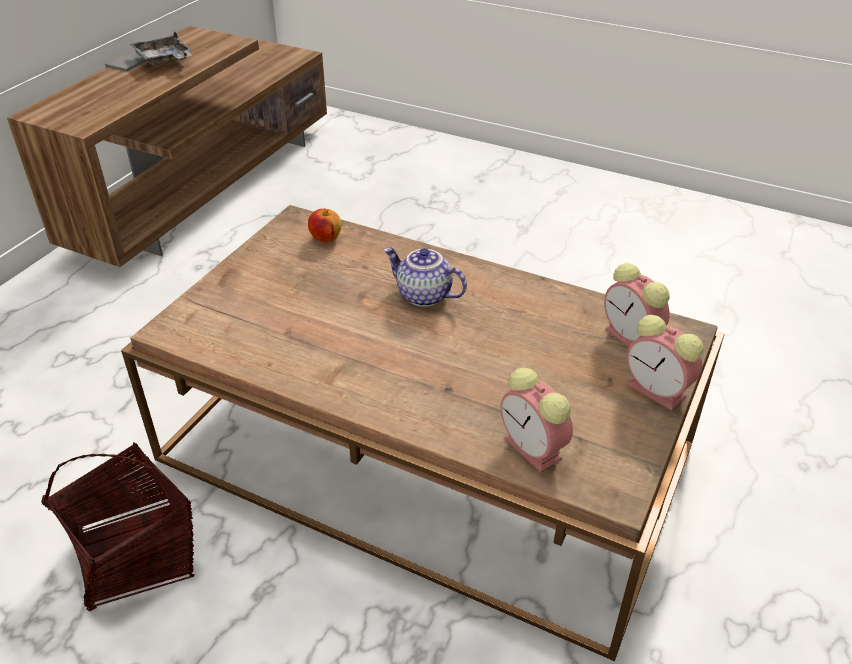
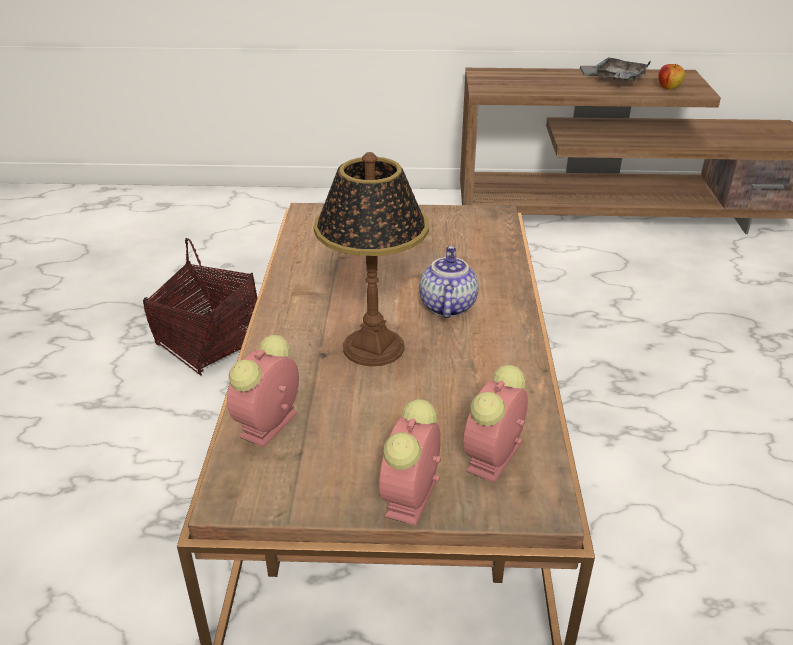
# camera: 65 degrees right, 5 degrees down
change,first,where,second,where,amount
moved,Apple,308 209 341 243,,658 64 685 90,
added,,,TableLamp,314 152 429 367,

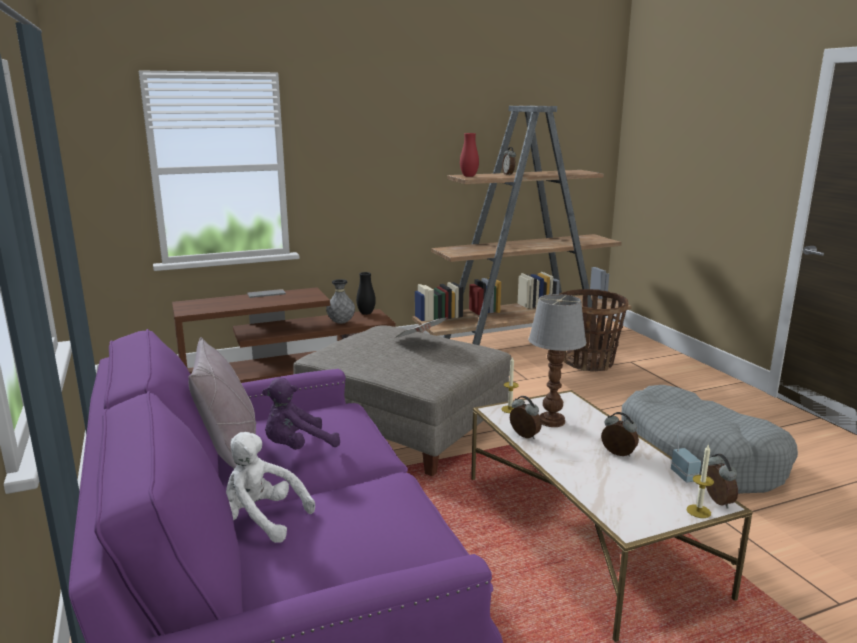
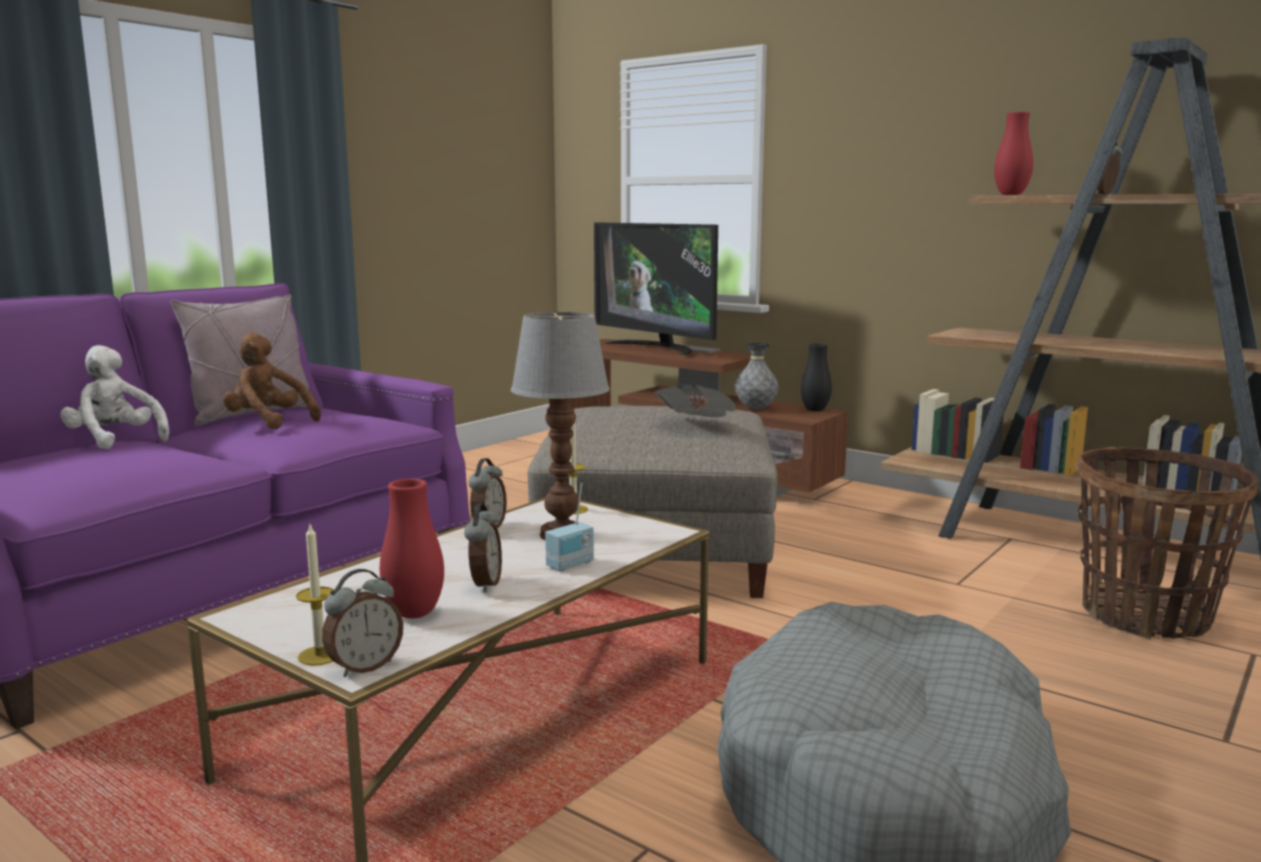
# camera: 60 degrees right, 5 degrees down
change,first,where,second,where,amount
turned,WhiteColouredPlushToy,226 432 315 543,,60 345 169 449,45 degrees counterclockwise
recoloured,PurpleColouredPlushToy,262 378 340 450,BrownColouredPlushToy,223 333 321 429,
moved,Radio,671 426 701 482,,545 483 594 571,
added,,,RedVase,380 479 444 618,
added,,,Tv,594 222 718 356,

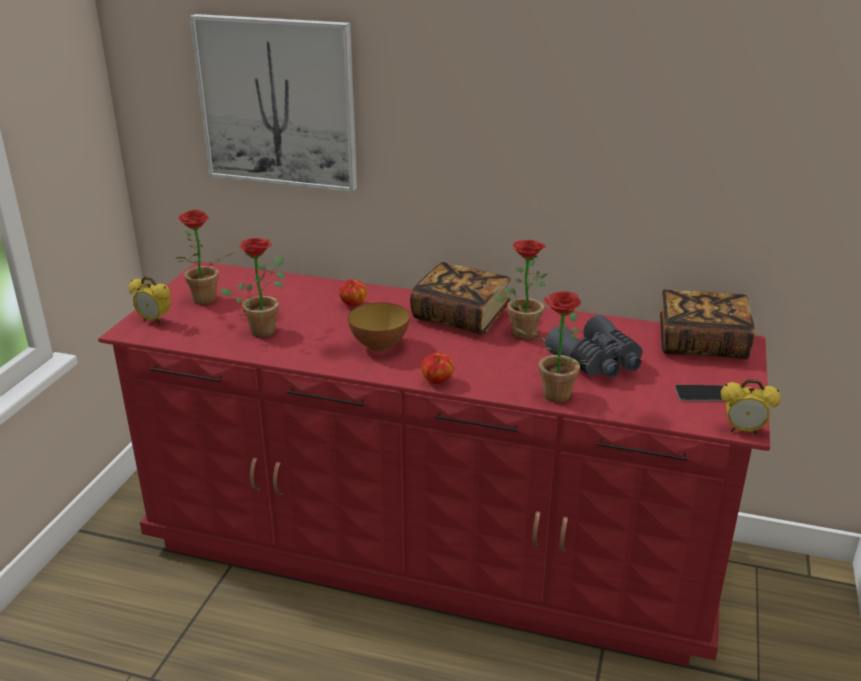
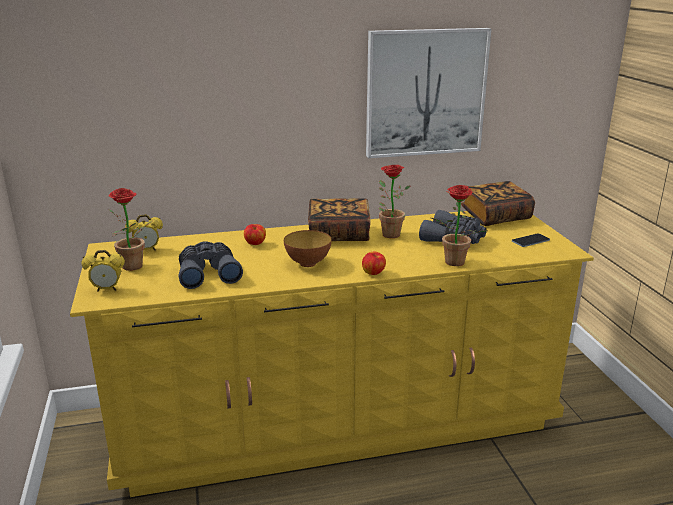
# camera: 30 degrees left, 5 degrees down
change,first,where,second,where,amount
recoloured,RedChestOfDrawers,98 261 770 666,YellowColouredChestOfDrawers,70 211 594 497,
moved,Picture,189 14 357 192,,366 28 491 158,
replaced,PlantInAPot,220 238 286 338,GreyishBinoculars,179 241 243 289,
moved,AlarmClock,721 379 781 435,,125 214 163 251,

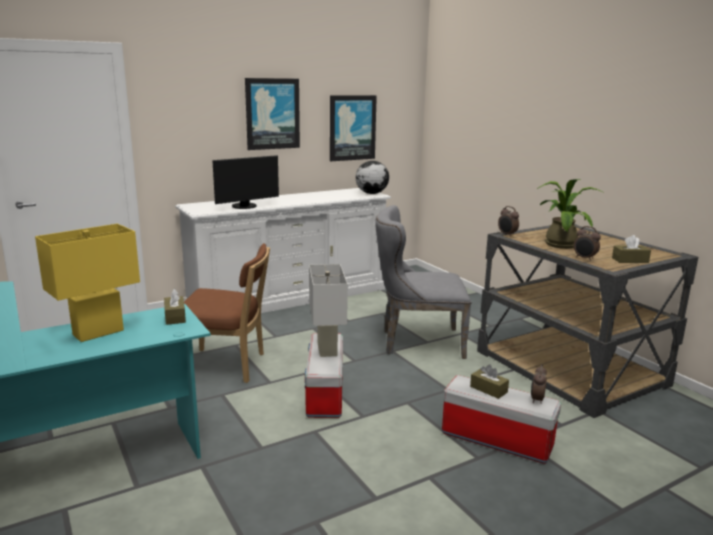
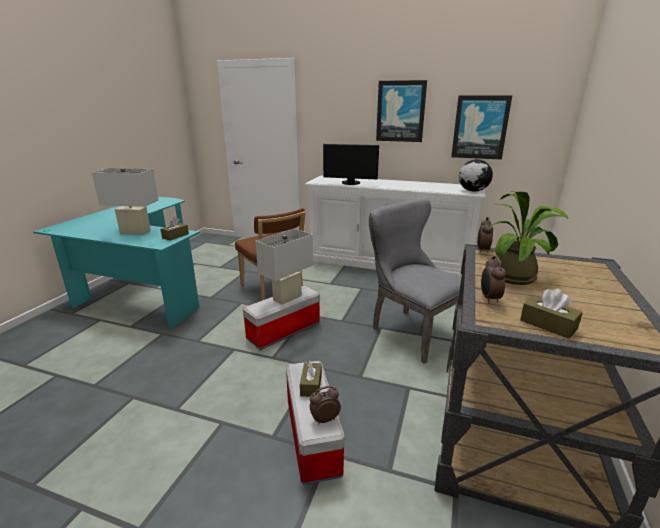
# camera: 50 degrees right, 5 degrees up
change,first,where,second,where,amount
recoloured,YellowColouredTableLamp,35 224 140 342,WhiteColouredTableLamp,92 168 159 235,

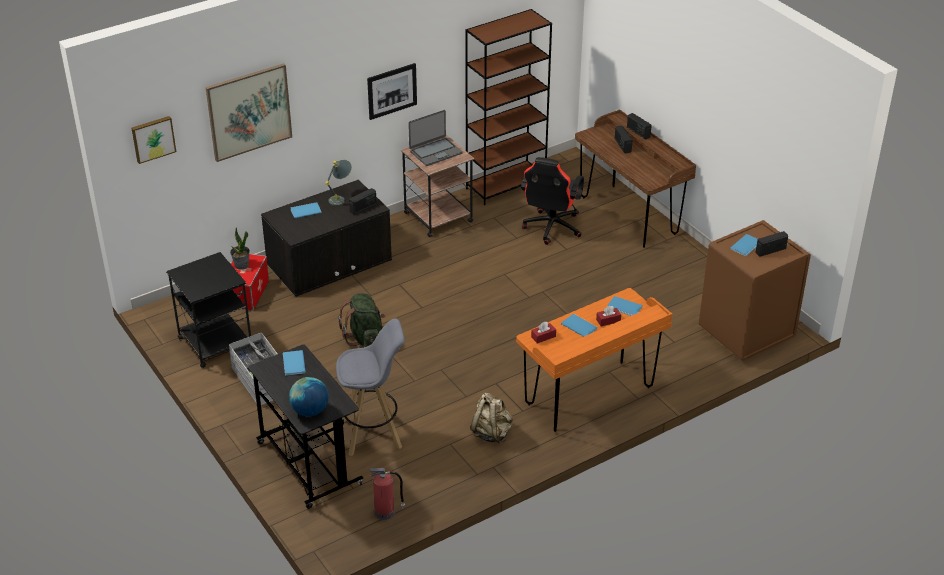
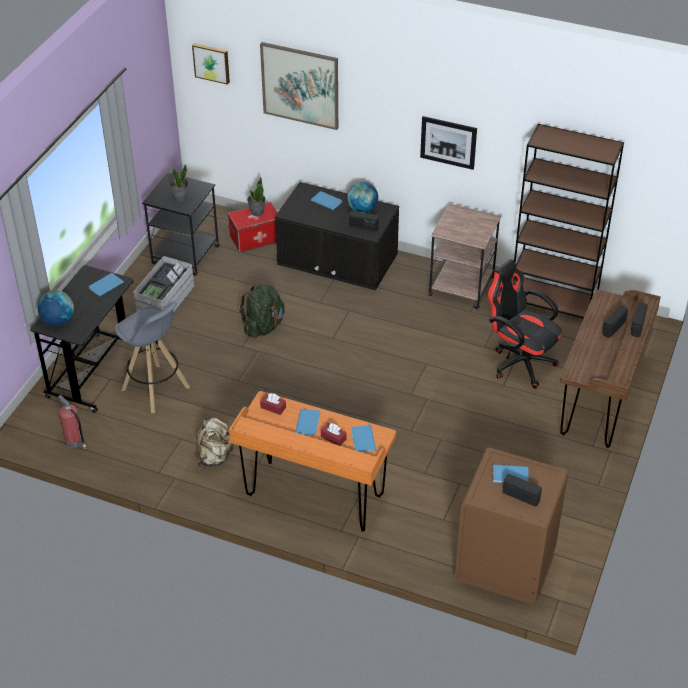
# camera: 55 degrees right, 5 degrees up
change,first,where,second,where,amount
replaced,GreyishTableLamp,325 160 352 206,Globe,347 182 378 213,
removed,NotebookComputer,408 110 462 166,,,
turned,BlackColouredComputerChair,521 157 584 245,,488 259 562 389,60 degrees clockwise
added,,,PlantInAPot,169 164 188 202,

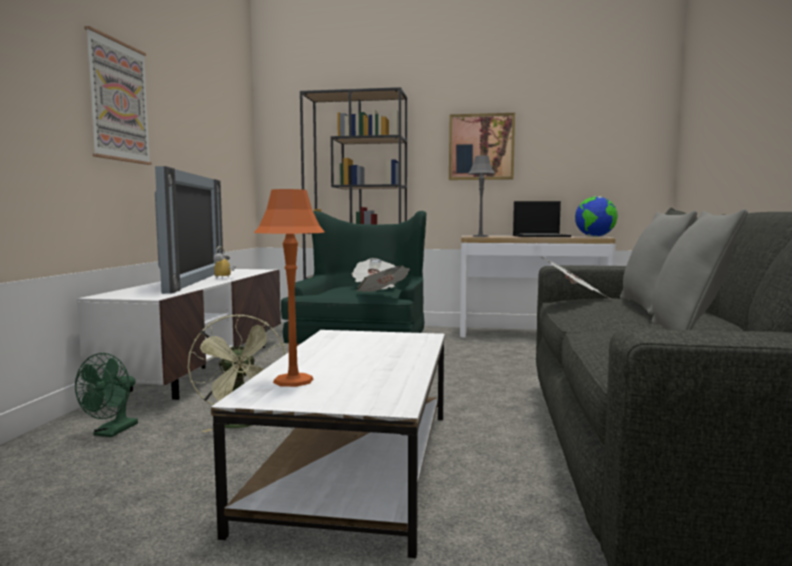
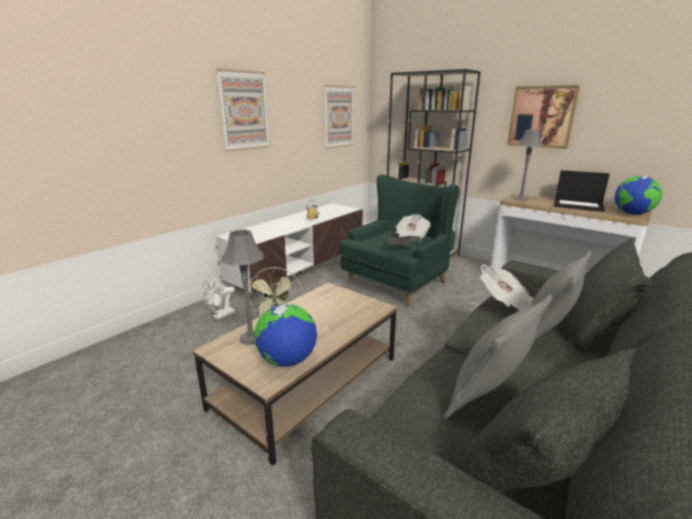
# camera: 30 degrees right, 15 degrees up
change,first,where,second,where,amount
recoloured,GreenColouredFan,75 353 138 437,WhiteColouredFan,202 275 235 320,
removed,Tv,155 166 223 294,,,
recoloured,WhiteColouredCoffeeTable,211 330 445 558,BrownColouredCoffeeTable,193 282 397 466,
recoloured,OrangeTableLamp,254 189 325 387,GreyishTableLamp,221 229 263 345,
added,,,Globe,254 304 317 366,
added,,,Picture,324 85 354 149,

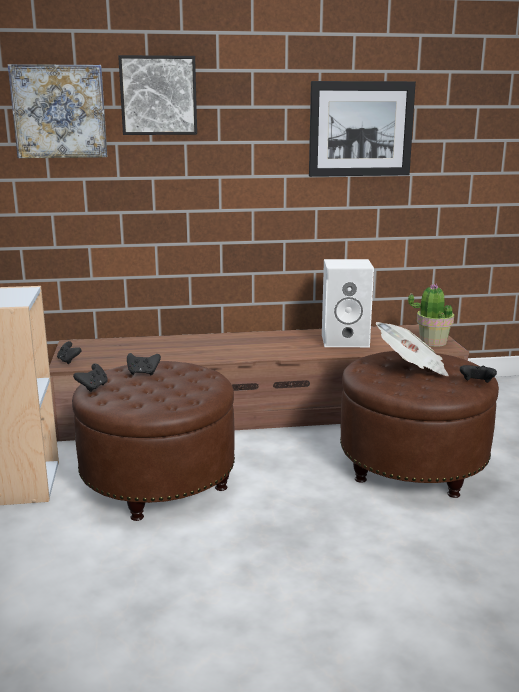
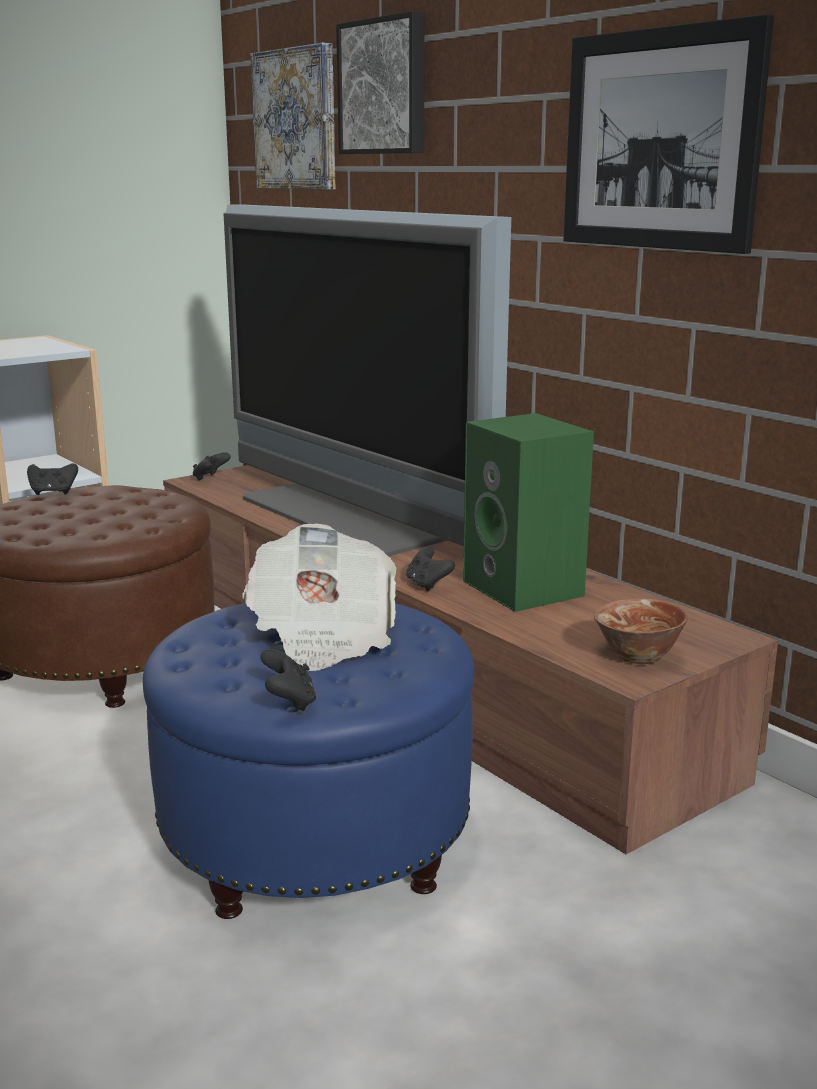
# camera: 60 degrees right, 0 degrees up
change,first,where,second,where,amount
moved,BlackColouredJoypad,127 353 161 375,,406 546 455 591,
recoloured,WhiteColouredAudioSpeaker,322 259 374 347,GreenColouredAudioSpeaker,463 413 594 612,
recoloured,BrownColouredOttoman,340 351 499 498,BlueColouredOttoman,143 603 474 919,
replaced,PlantInAPot,408 284 454 347,Bowl,594 598 688 664,
added,,,Tv,224 204 511 556,

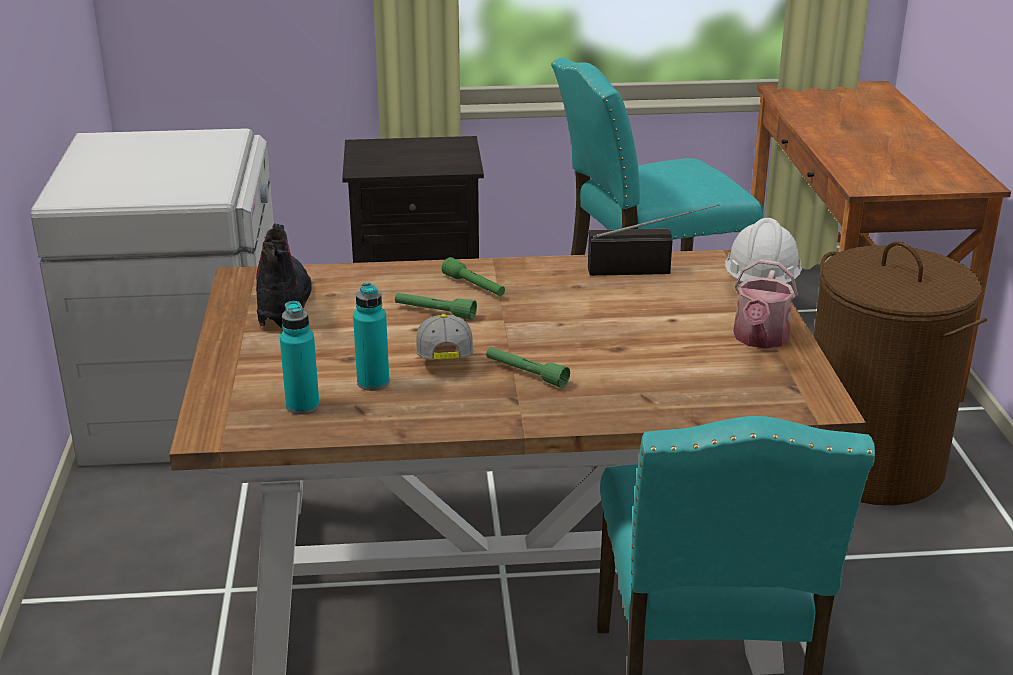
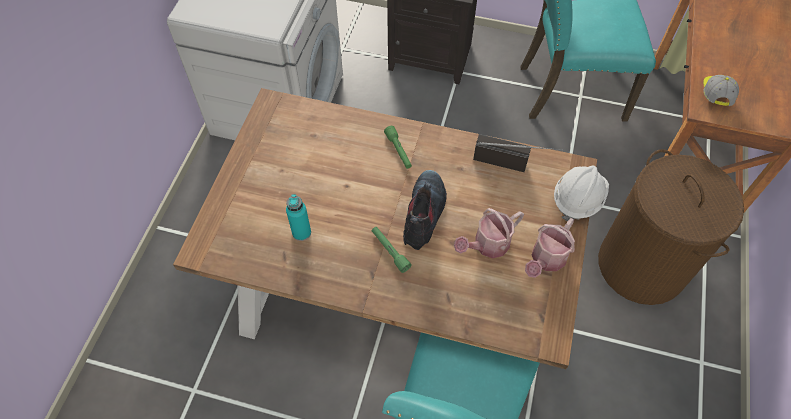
# camera: 20 degrees right, 30 degrees up
change,first,where,second,where,amount
moved,TallBoot,256 224 312 328,,403 170 447 250,
removed,BlueGreenBottle,280 301 319 415,,,
removed,GreenColouredTorch,395 293 477 320,,,
moved,Cap,416 314 473 360,,703 75 739 106,
added,,,WateringPot,454 208 524 258,

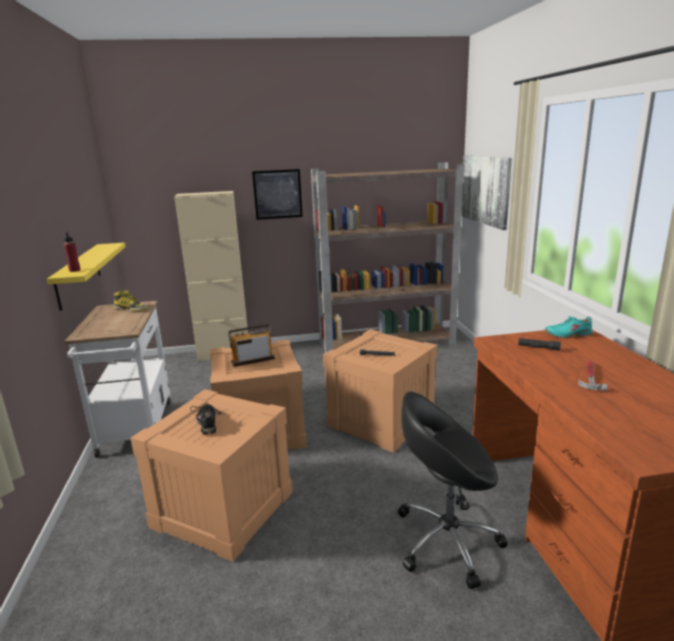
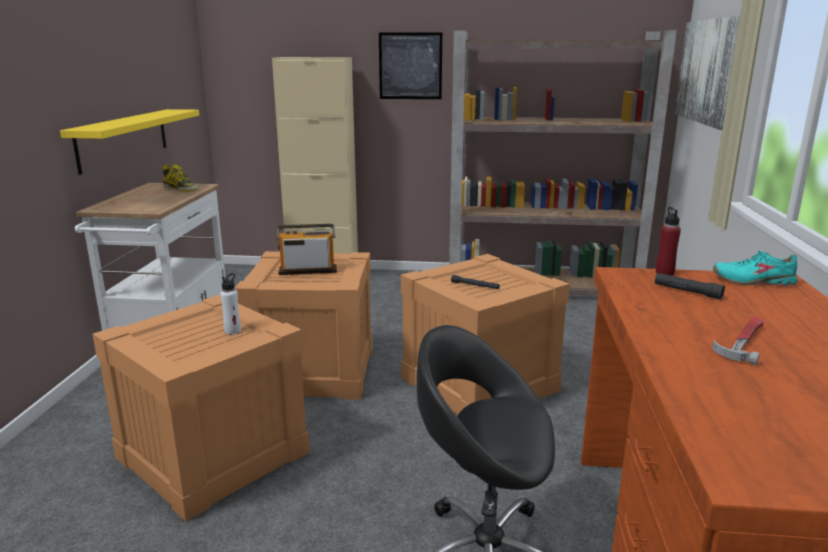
# camera: 15 degrees right, 0 degrees up
change,first,where,second,where,amount
moved,RedBottle,64 232 81 272,,656 207 681 276,
removed,BlackColouredLowShoe,190 404 223 435,,,
added,,,WhiteColouredBottle,220 273 241 335,

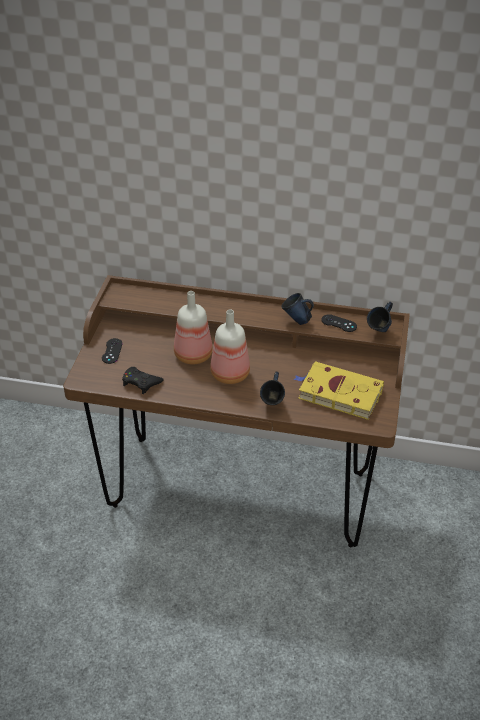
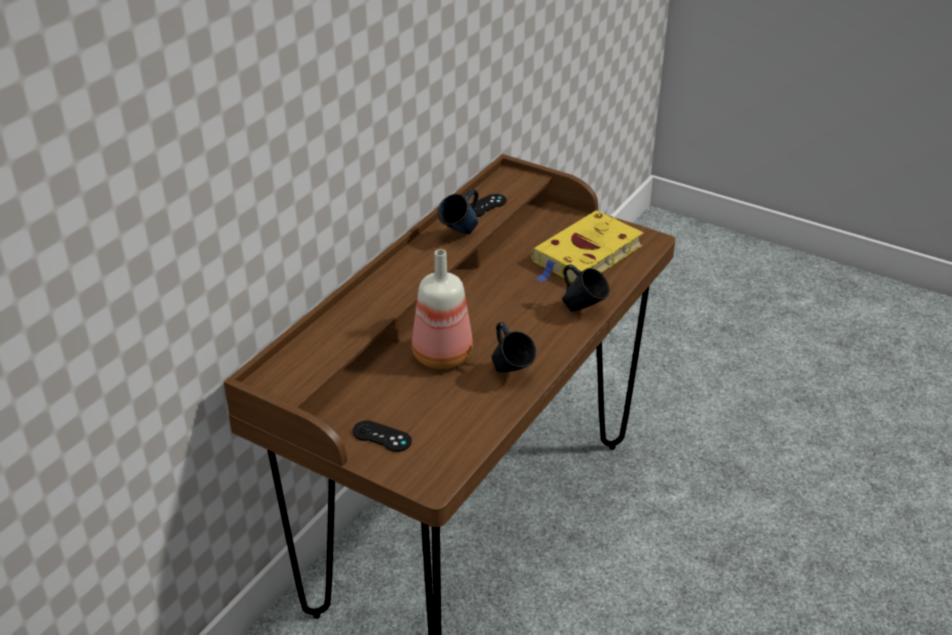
# camera: 70 degrees left, 5 degrees down
change,first,where,second,where,amount
removed,BlackColouredJoypad,122 367 164 394,,,
removed,Bottle,210 309 250 384,,,
moved,BlueColouredMug,367 302 393 332,,491 322 536 372,

